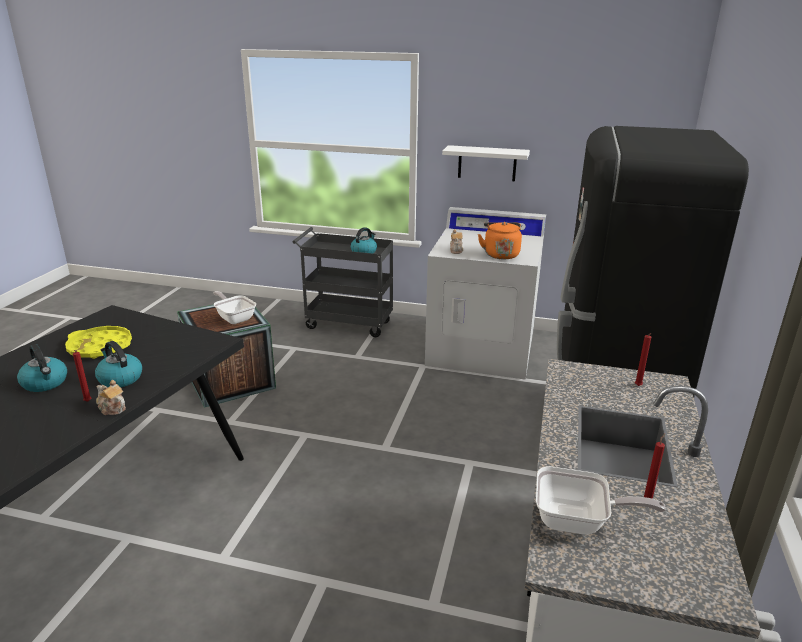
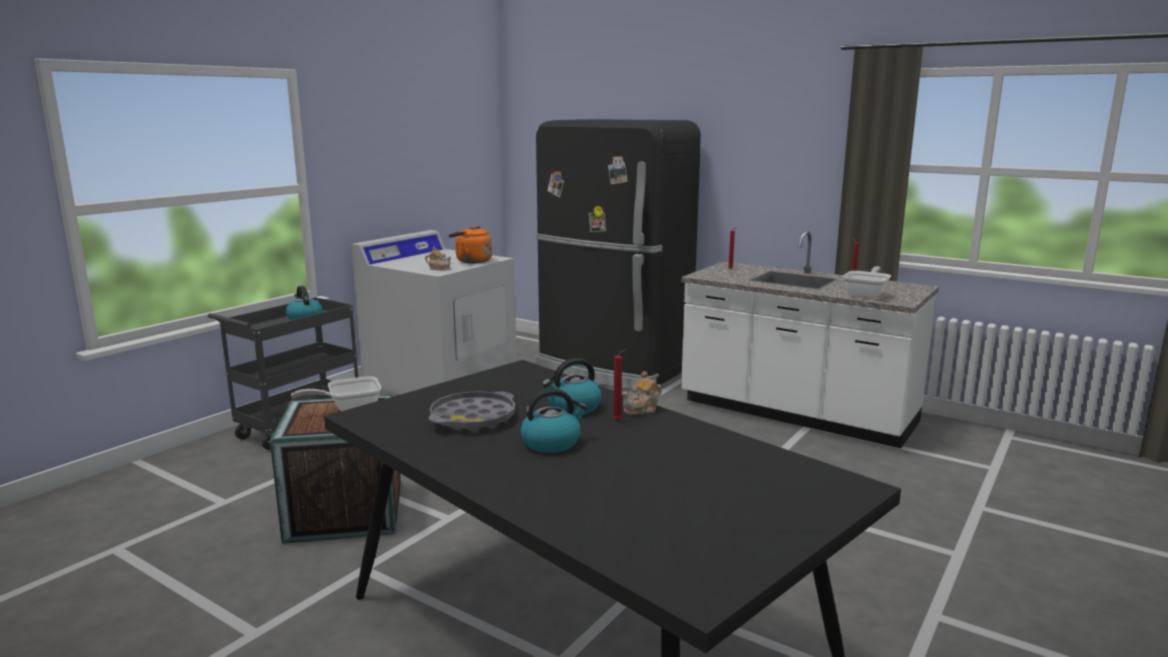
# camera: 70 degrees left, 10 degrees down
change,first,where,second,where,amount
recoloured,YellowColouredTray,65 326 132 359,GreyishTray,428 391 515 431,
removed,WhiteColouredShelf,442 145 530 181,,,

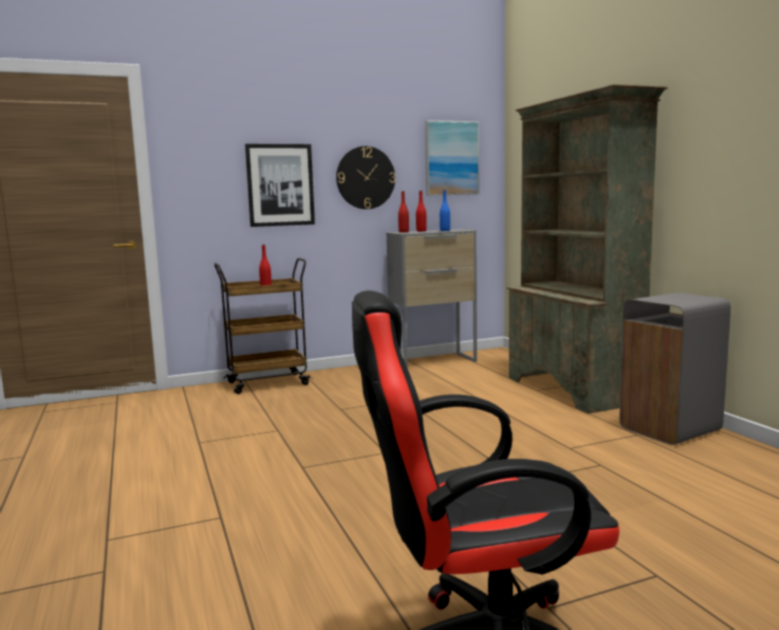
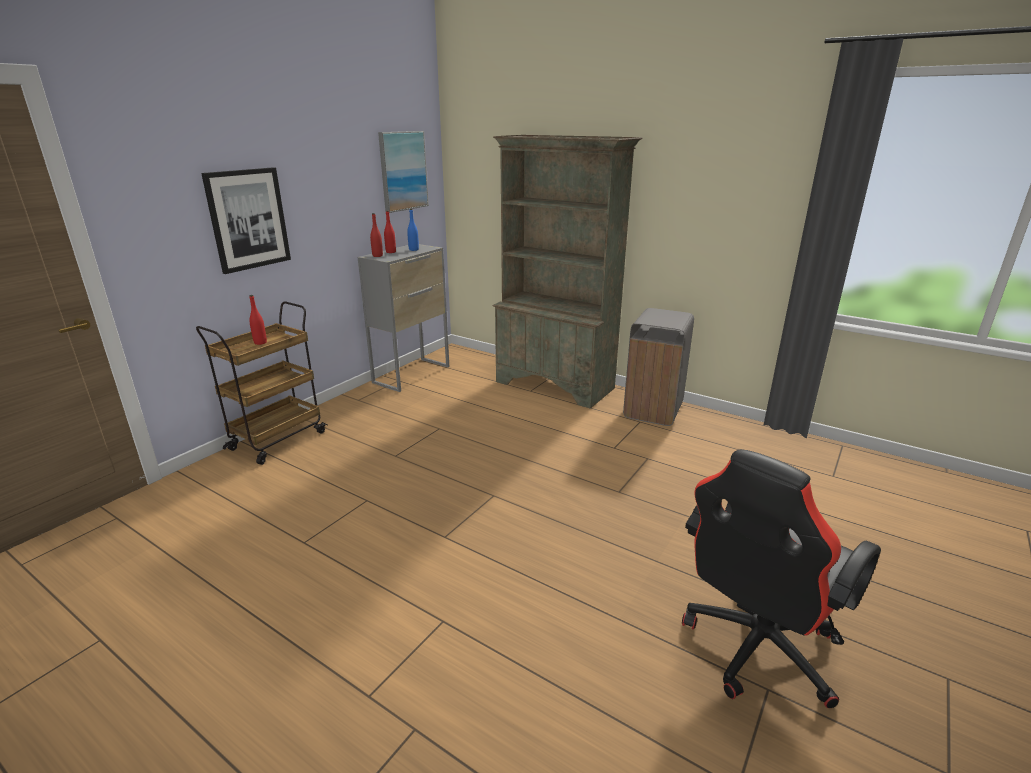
# camera: 35 degrees left, 15 degrees up
change,first,where,second,where,amount
removed,HangingClock,336 146 396 209,,,

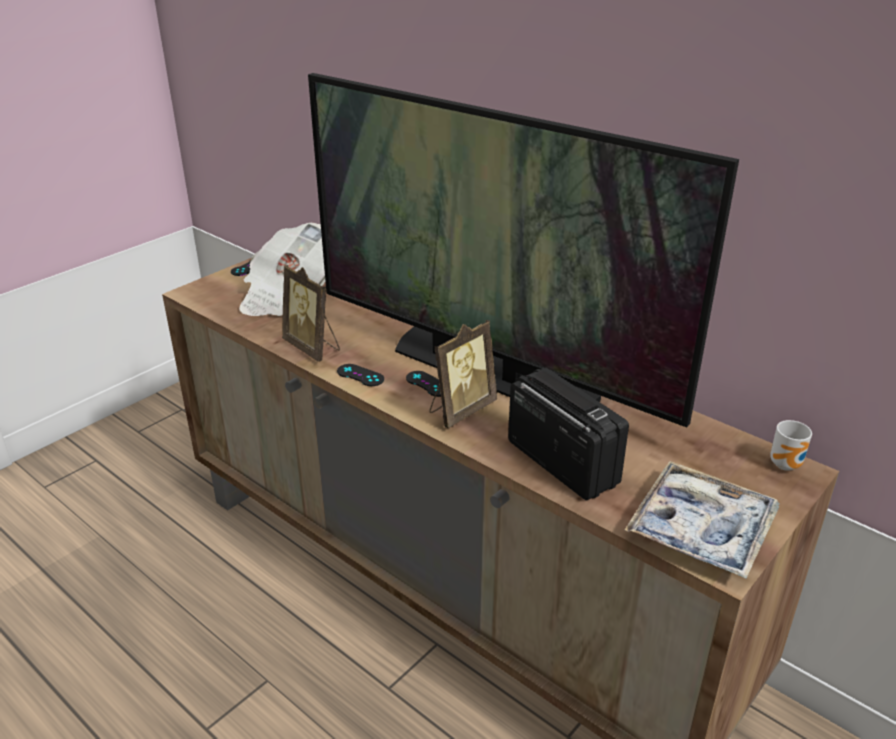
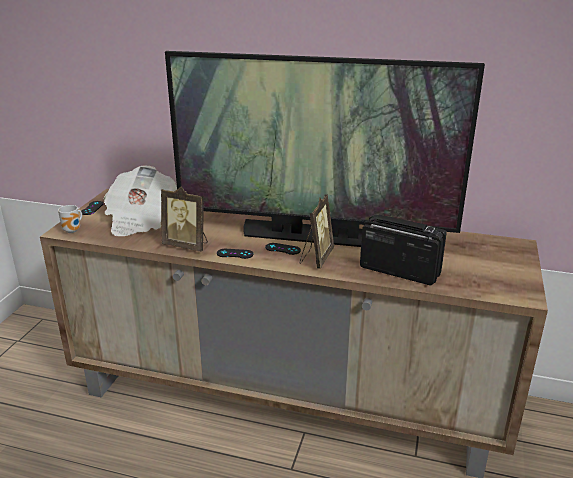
# camera: 25 degrees left, 5 degrees down
change,first,where,second,where,amount
removed,Tray,625 461 780 579,,,
moved,Mug,770 420 812 471,,58 205 82 233,

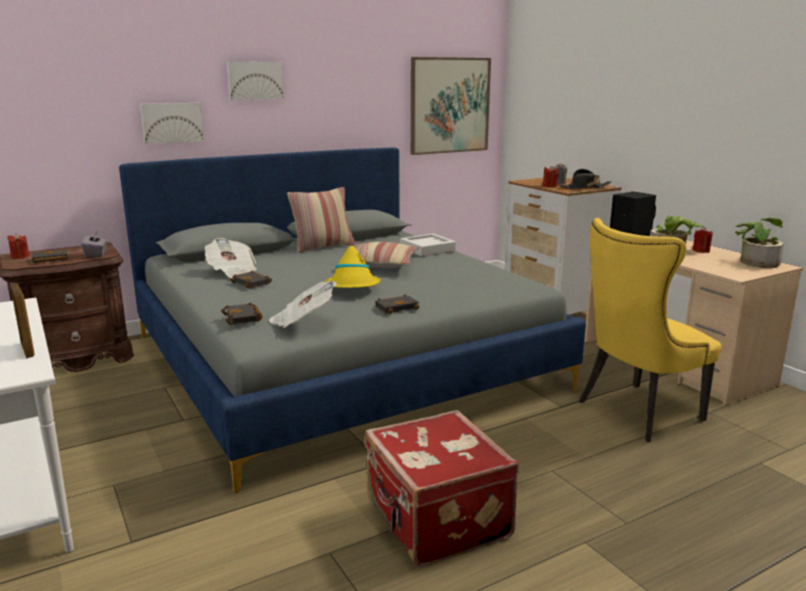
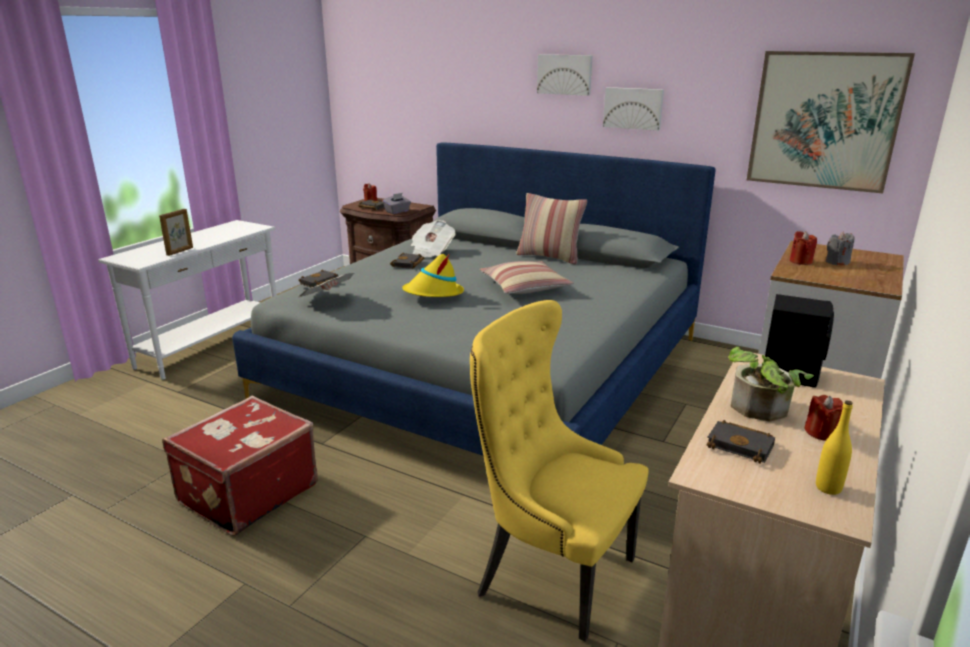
# camera: 60 degrees right, 5 degrees up
change,first,where,second,where,amount
moved,Picture,140 103 203 144,,603 87 664 131,
moved,BlackColouredBoundBook,375 294 420 314,,706 420 775 463,
removed,GreyishTray,400 234 456 256,,,
removed,BlackColouredClothingHat,559 169 611 189,,,
replaced,PlantInAPot,735 218 784 268,YellowColouredBottle,816 400 853 495,

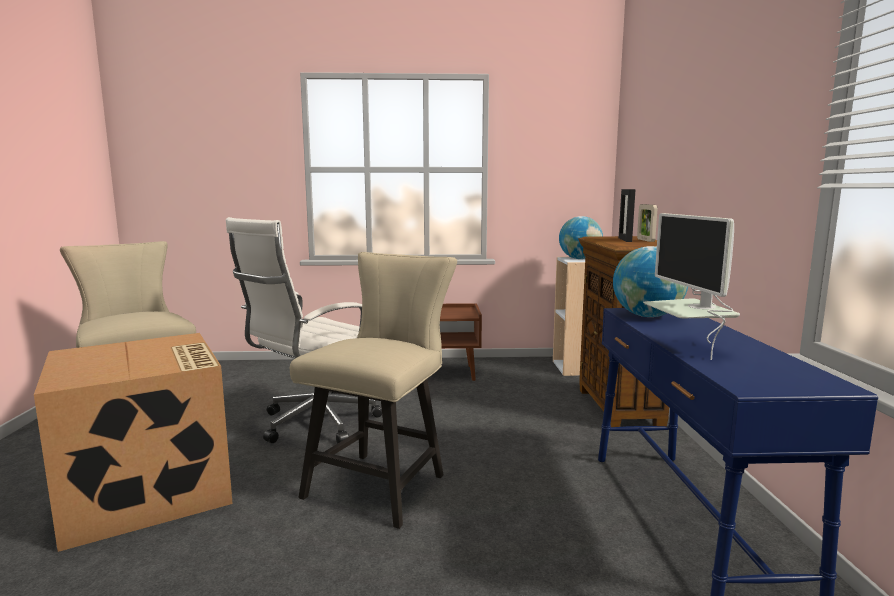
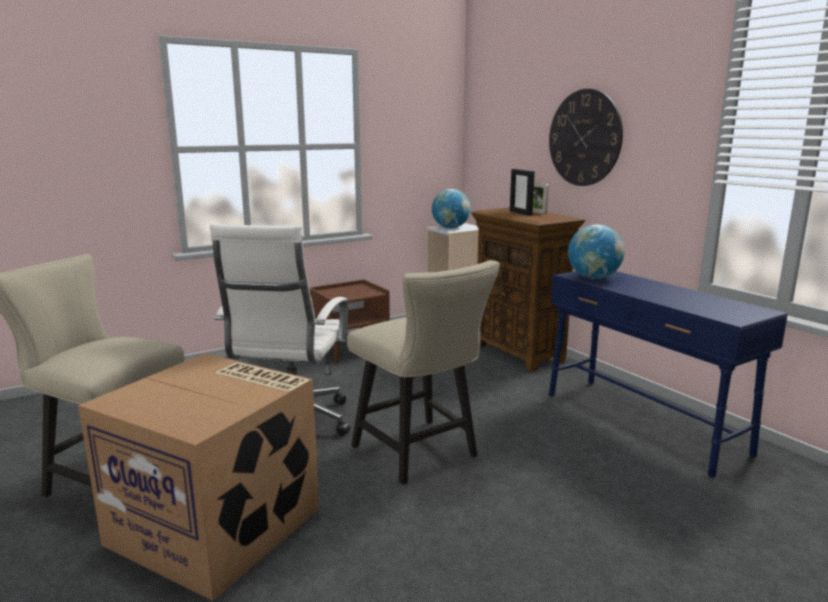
# camera: 30 degrees left, 5 degrees up
change,first,where,second,where,amount
turned,SandColouredUprightChair,290 252 457 529,,347 260 500 484,150 degrees clockwise
removed,ComputerScreen,643 213 740 360,,,
added,,,HangingClock,549 89 623 186,

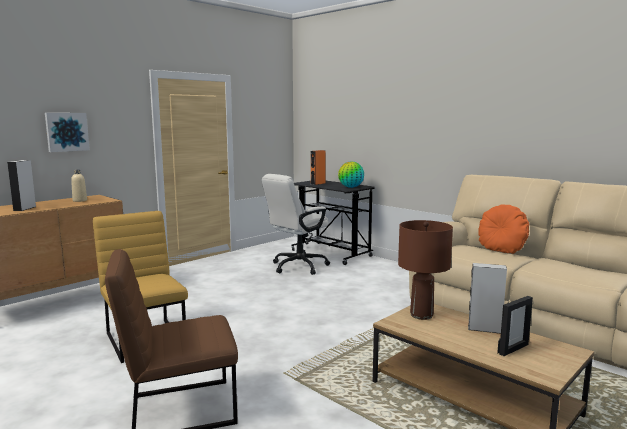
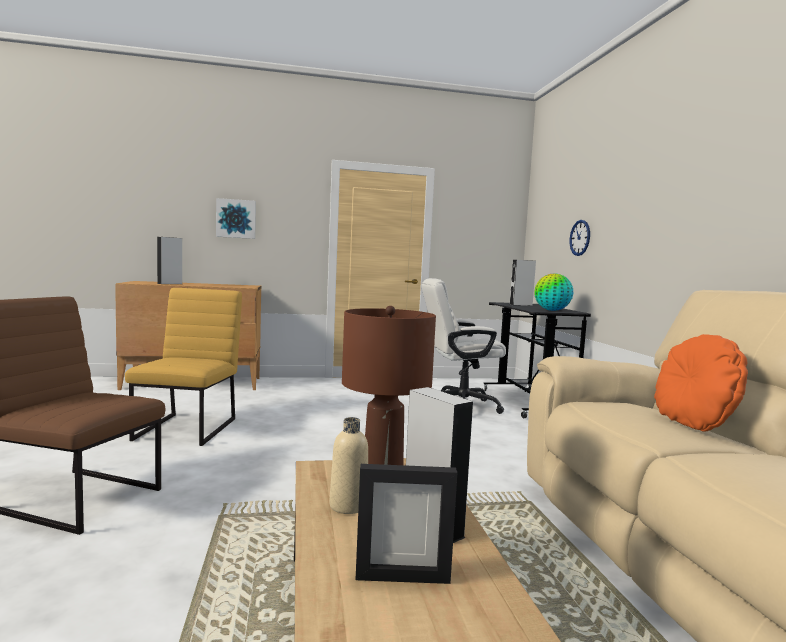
# camera: 35 degrees right, 5 degrees down
change,first,where,second,where,amount
moved,SandColouredBottle,71 170 87 202,,329 417 368 514,
recoloured,OrangeAudioSpeaker,310 150 326 185,GreyishAudioSpeaker,509 260 536 306,
added,,,HangingClock,570 220 590 256,

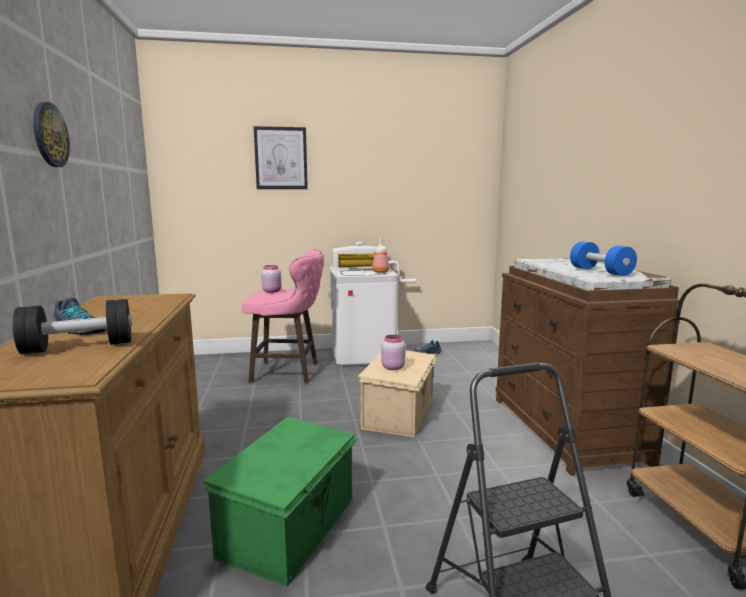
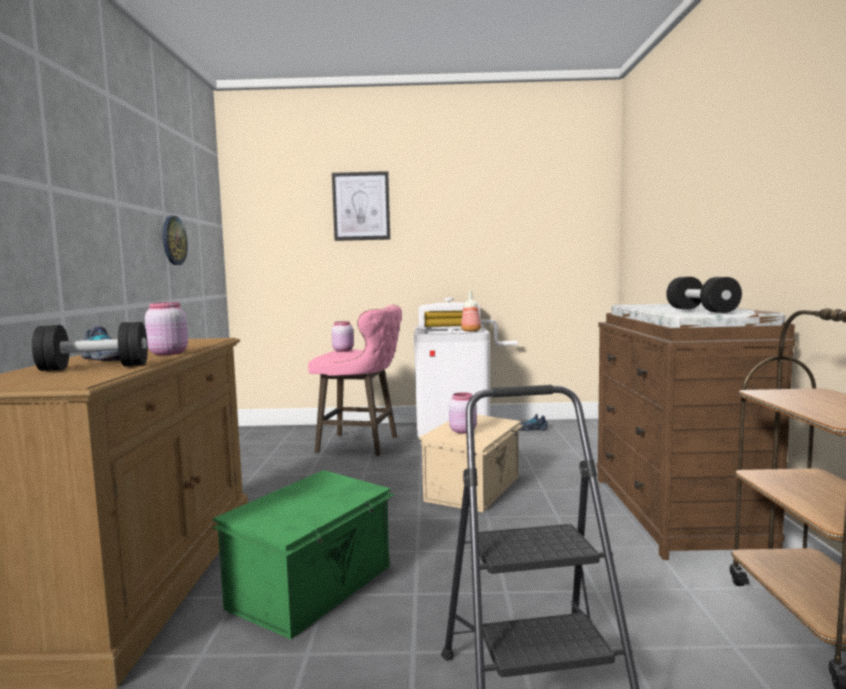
# camera: 10 degrees right, 5 degrees down
change,first,where,second,where,amount
moved,HangingClock,33 102 70 167,,163 216 188 265,
recoloured,BlueColouredHandWeight,570 241 637 276,BlackColouredHandWeight,666 277 742 313,
added,,,PinkStorageJar,145 302 188 355,

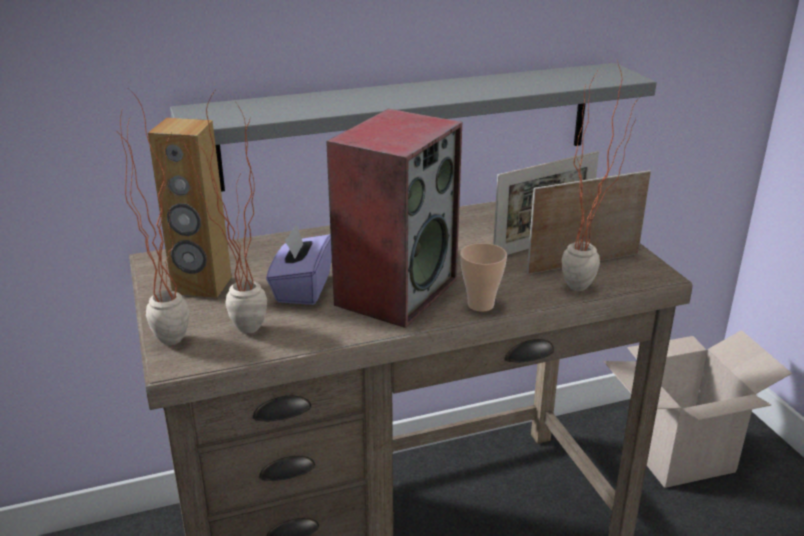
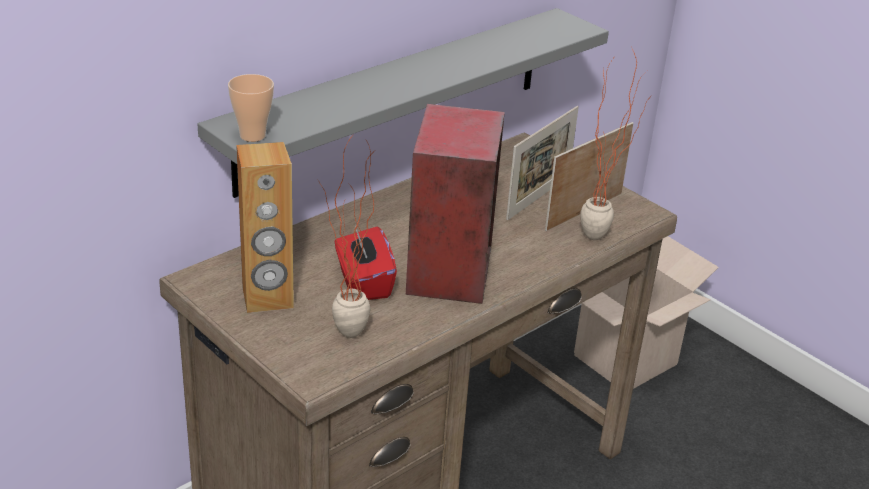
# camera: 25 degrees left, 5 degrees up
change,first,where,second,where,amount
removed,PlantInAPot,119 89 189 345,,,
recoloured,PurpleColouredTissueBox,266 225 332 305,RedTissueBox,335 225 397 300,
moved,SmallCup,460 243 507 312,,228 74 274 142,

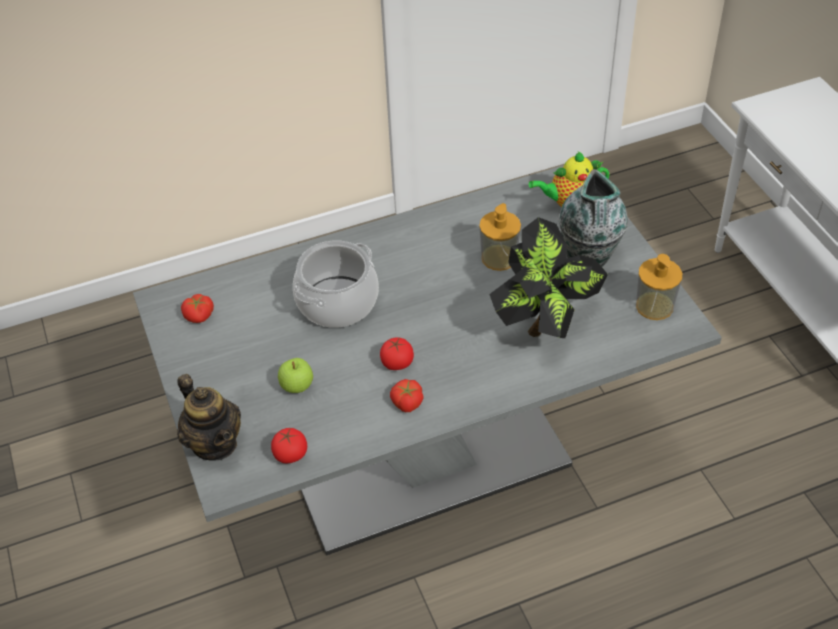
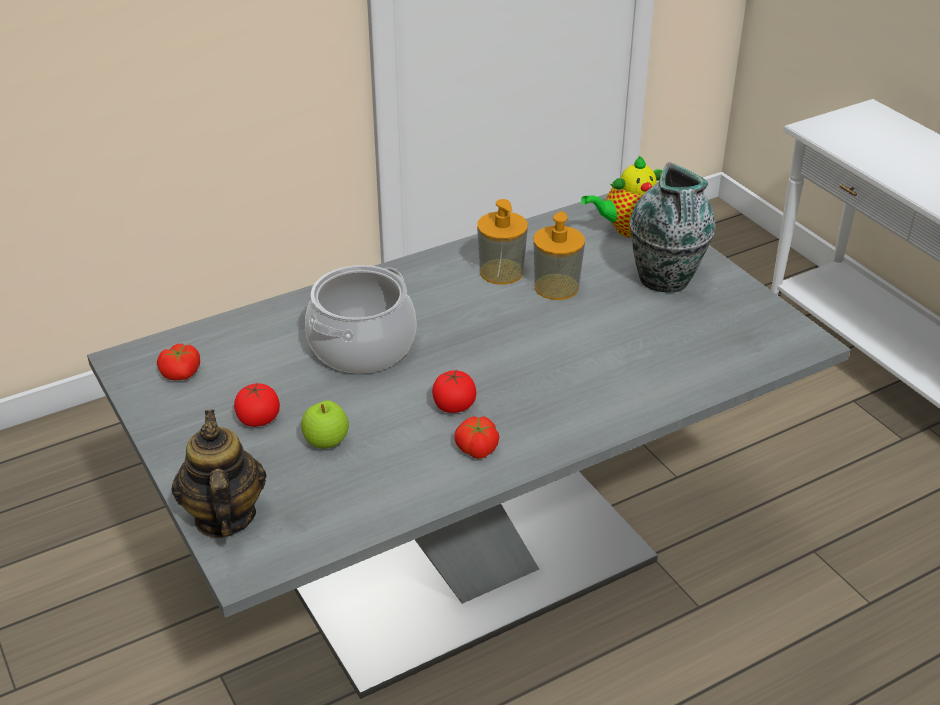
# camera: 10 degrees left, 10 degrees down
change,first,where,second,where,amount
turned,TeaPot,177 374 241 461,,171 409 267 538,150 degrees counterclockwise
moved,WholeTomato,271 428 307 464,,234 382 280 427,
removed,PlantInAPot,489 217 608 338,,,
moved,SoapDispenser,636 254 682 320,,477 199 528 285,

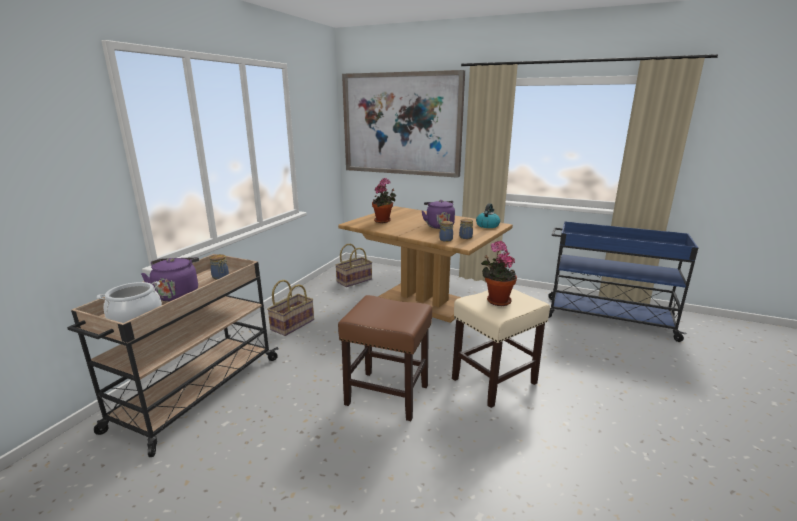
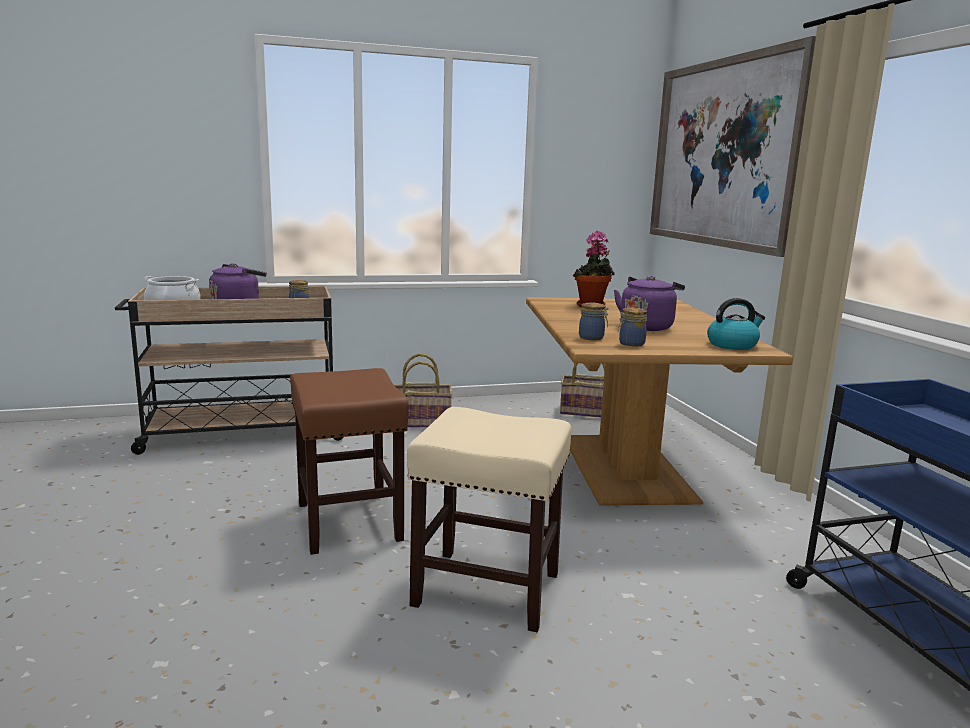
# camera: 50 degrees right, 5 degrees down
change,first,where,second,where,amount
removed,PlantInAPot,481 241 517 306,,,

